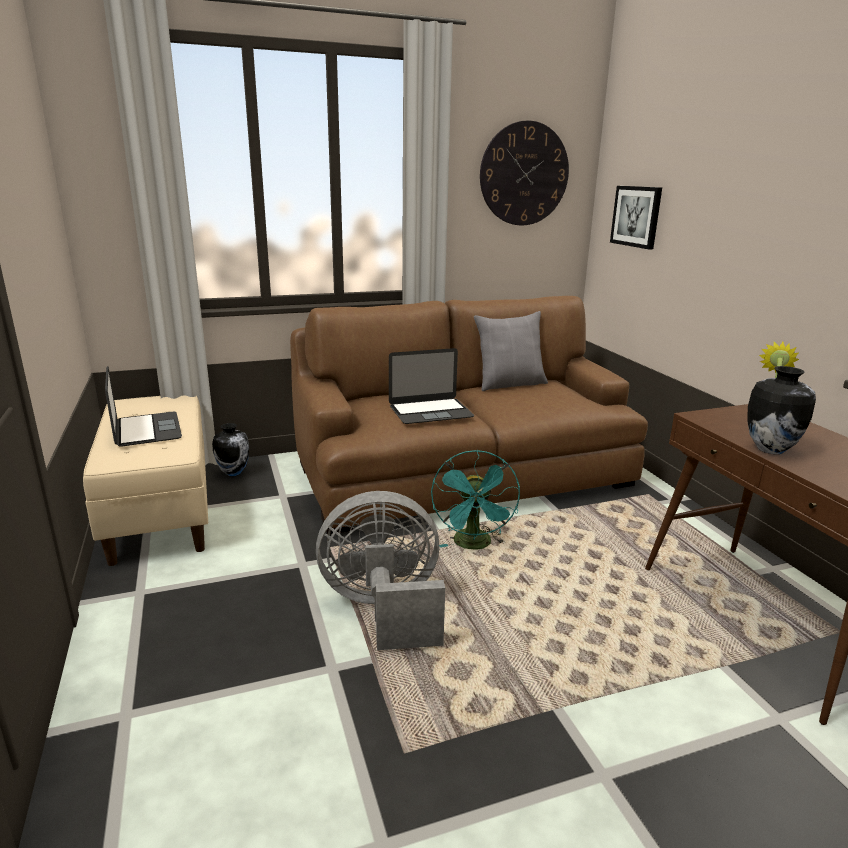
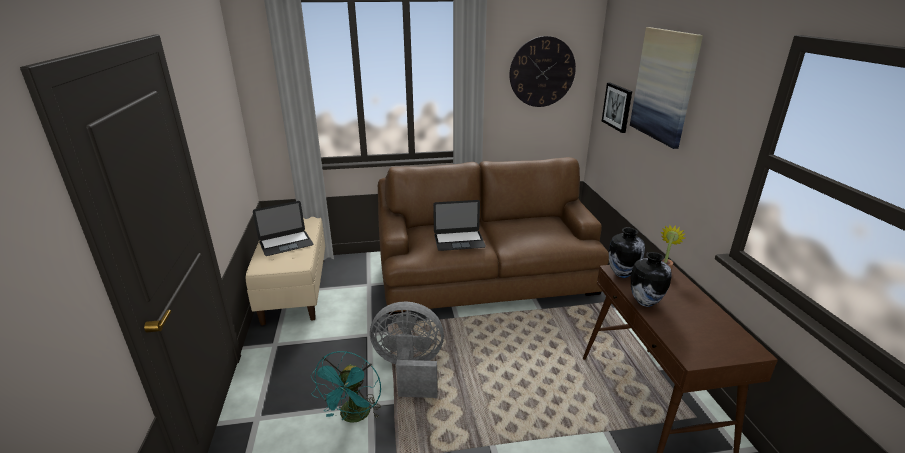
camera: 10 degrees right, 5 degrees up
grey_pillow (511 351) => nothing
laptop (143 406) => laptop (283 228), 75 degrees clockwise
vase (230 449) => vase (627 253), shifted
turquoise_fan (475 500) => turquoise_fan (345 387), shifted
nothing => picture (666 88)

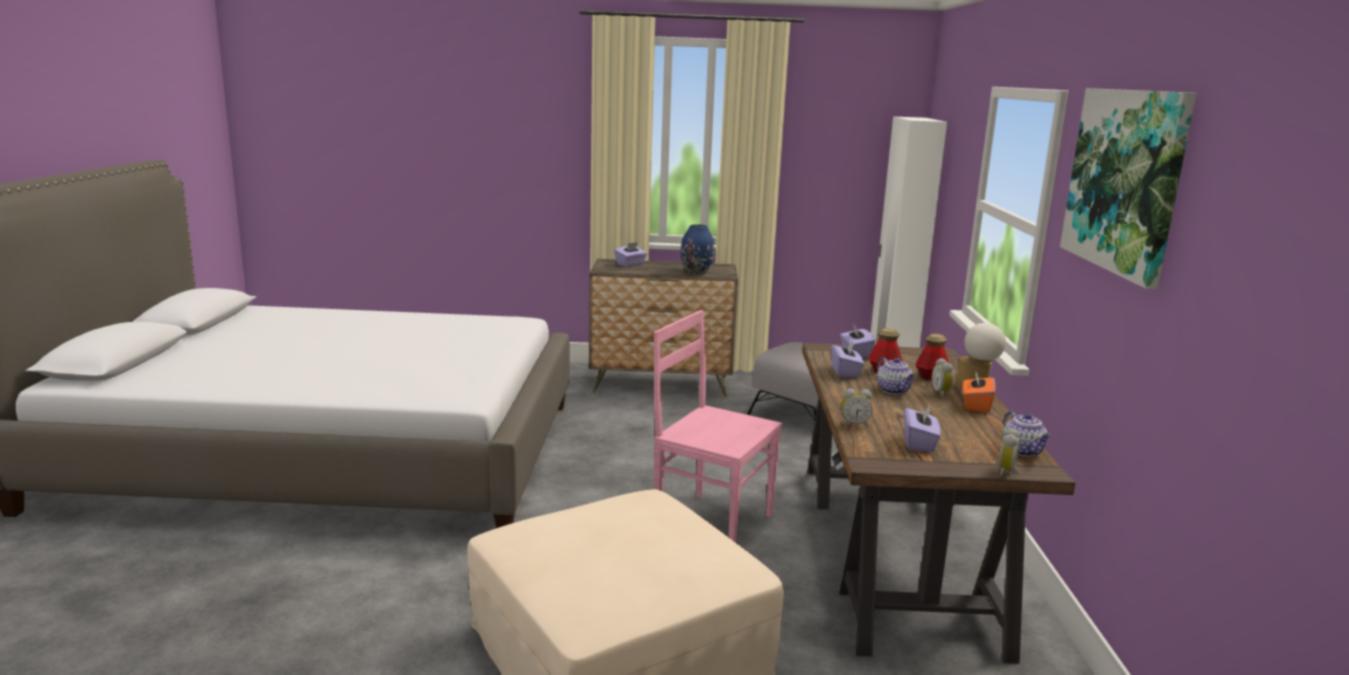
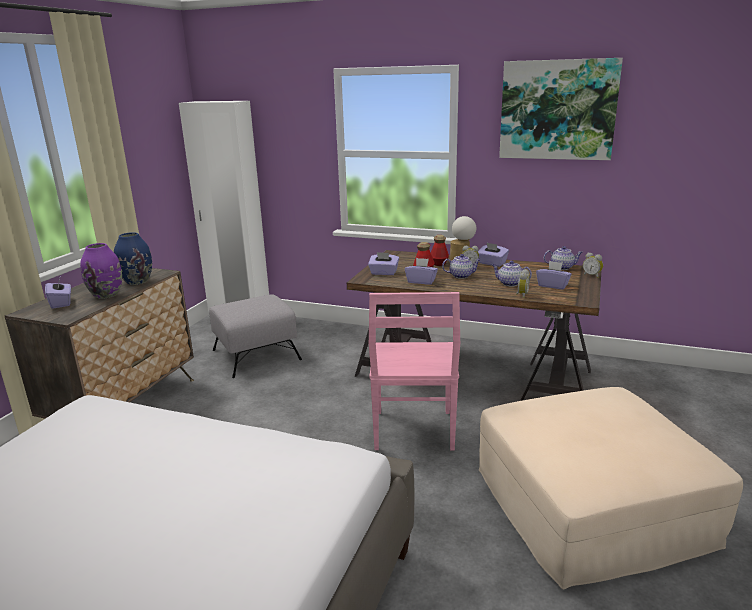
camera: 70 degrees left, 5 degrees up
pink_chair (718 426) => pink_chair (414 371), 45 degrees counterclockwise
orange_tissue_box (979 391) => purple_tissue_box (493 254)
nothing => purple_vase (101 271)
nothing => teapot (512 273)

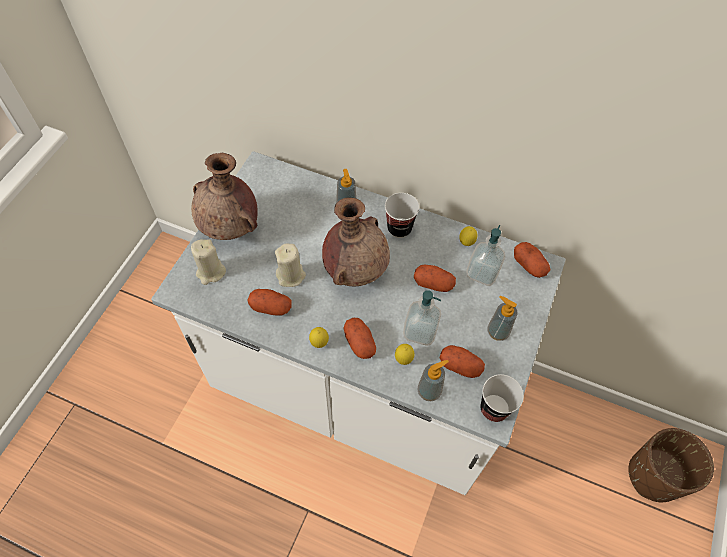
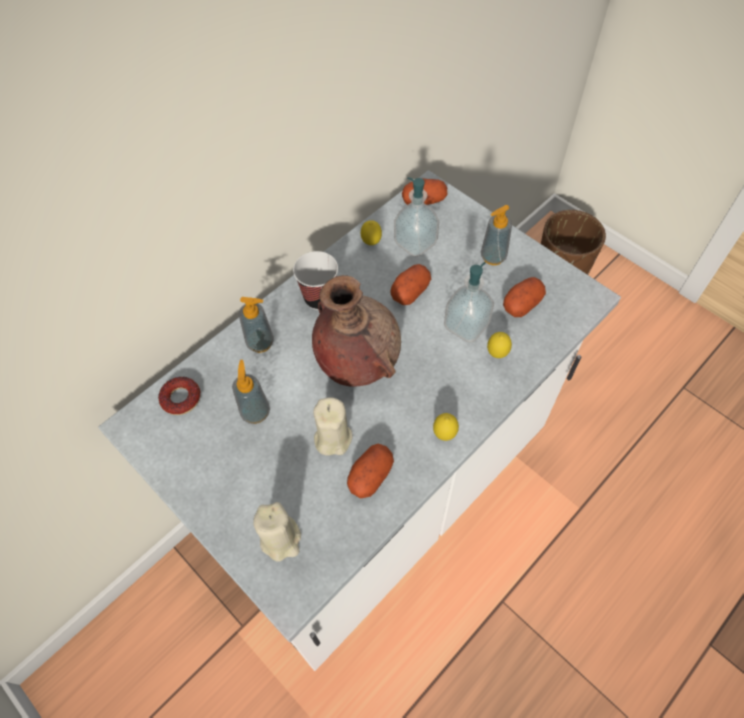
camera: 65 degrees left, 0 degrees up
brown_vase (224 196) => nothing
potato (359 338) => nothing
soap_dispenser (433 380) => soap_dispenser (251 392), shifted
cup (502 398) => nothing
nothing => donut (179 396)

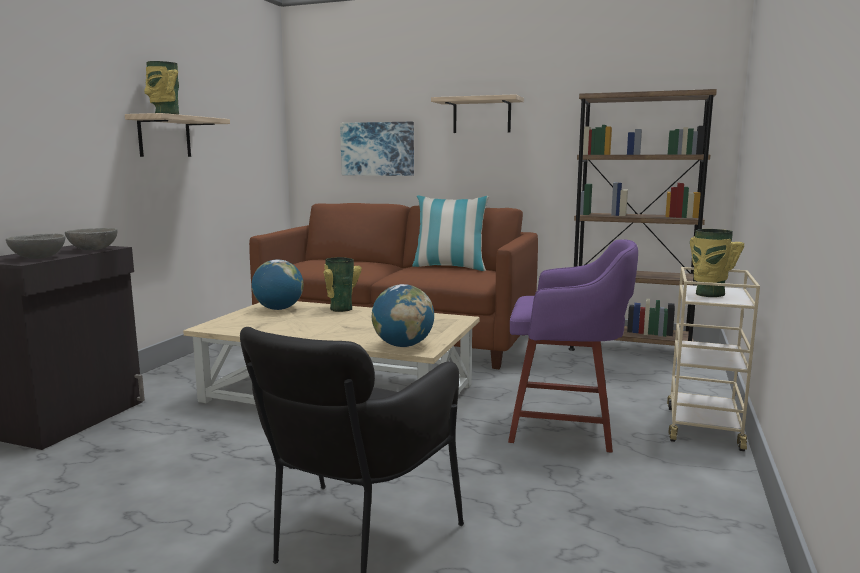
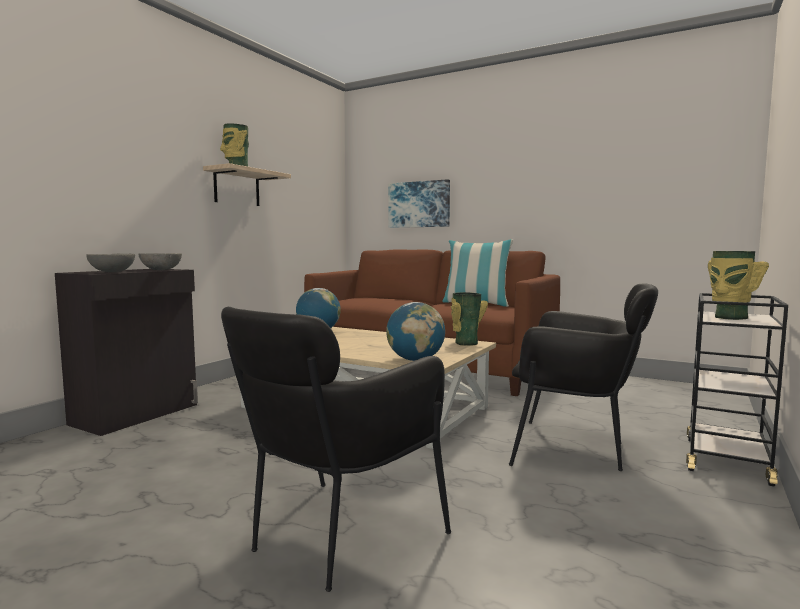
camera: 10 degrees right, 5 degrees down
brown_bookcase (642 220) => nothing
shelf (477 113) => nothing
purple_stool (573 346) => black_armchair (583 377)
vase (343 284) => vase (469 319), shifted
beige_cart (713 359) => black_cart (737 390)

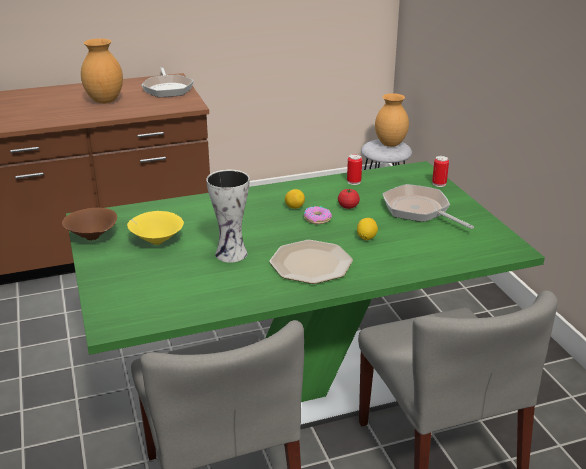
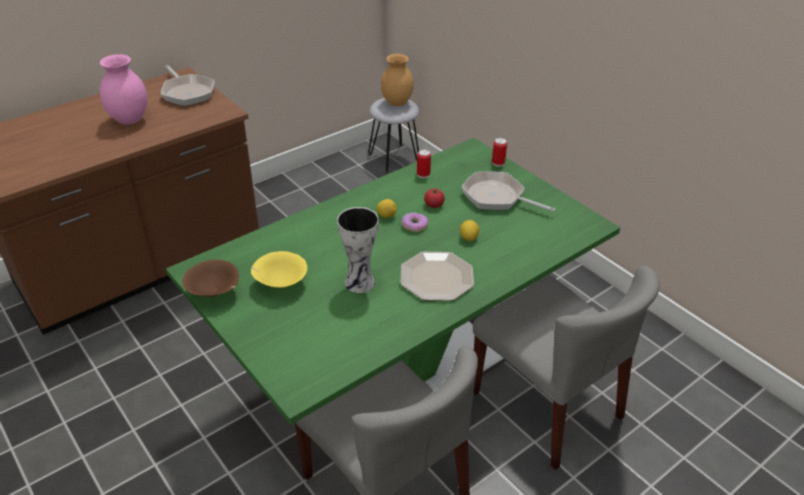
camera: 20 degrees left, 10 degrees up
brown_vase (102 71) => pink_vase (124 89)

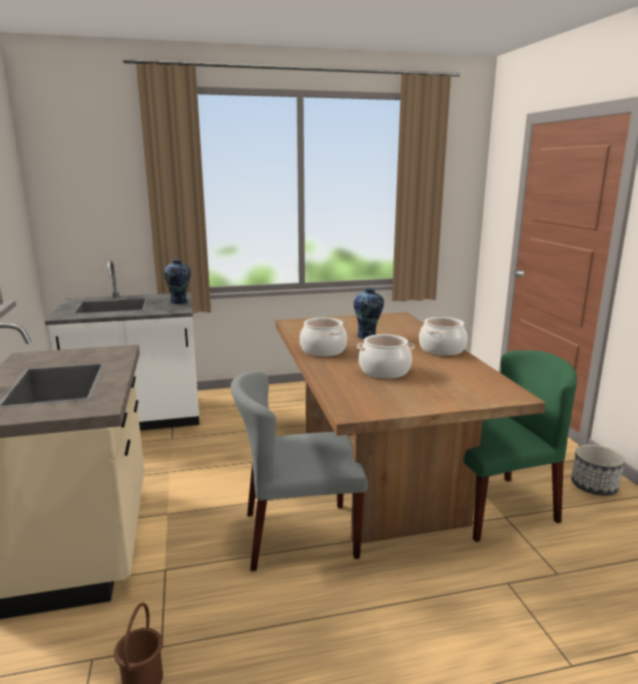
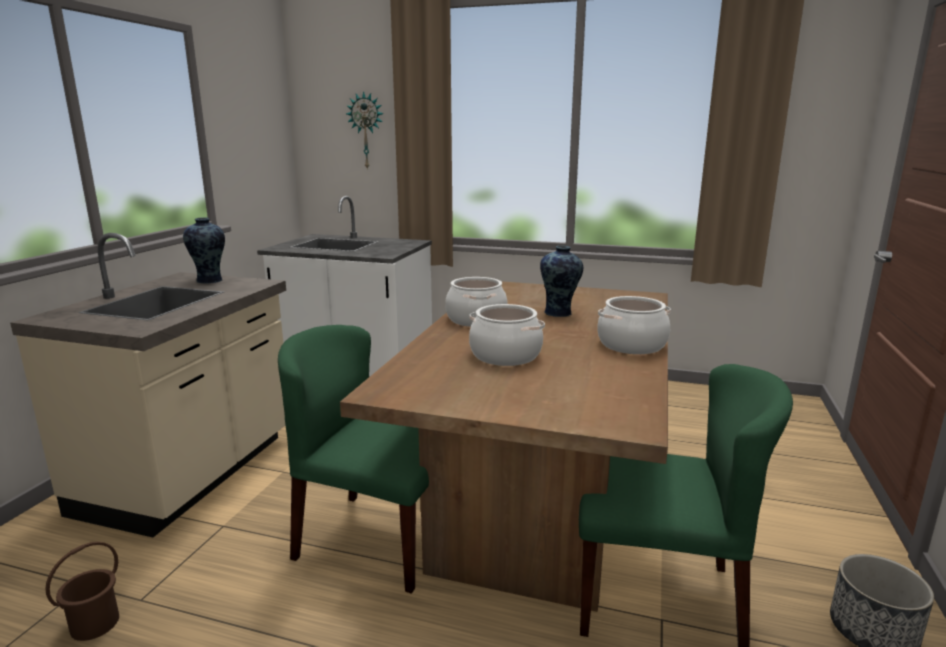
camera: 30 degrees right, 0 degrees up
vase (177 281) => vase (204 250), shifted
grey_chair (299 471) => green_chair (353 459)
nothing => wall_clock (365 130)

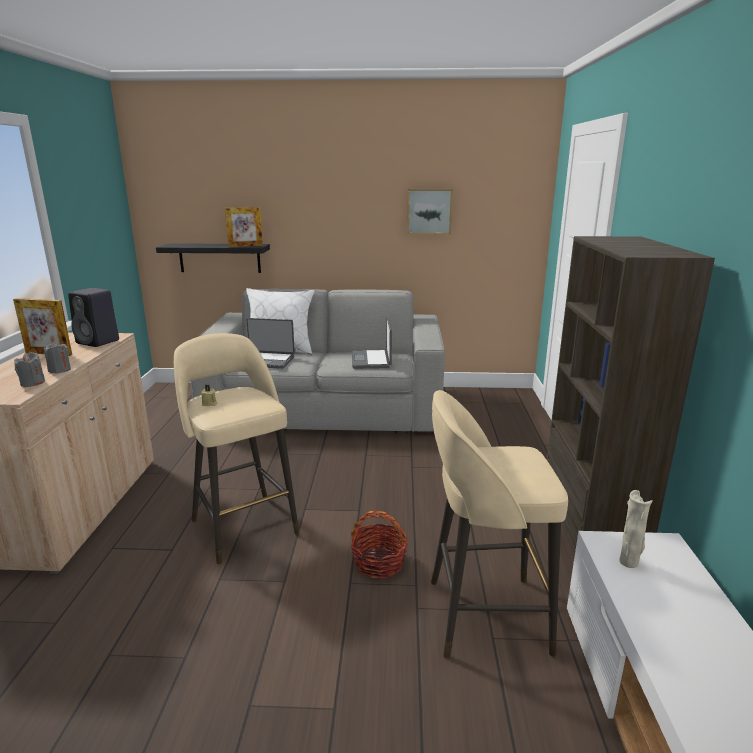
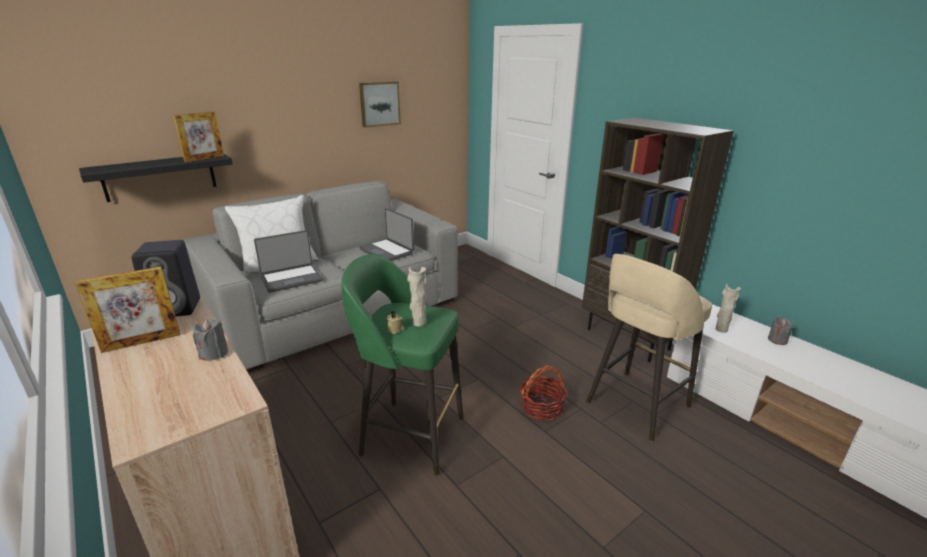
camera: 40 degrees left, 5 degrees up
beige_stool (237 448) => green_stool (403 364)
grey_candle (29 369) => grey_candle (781 330), shifted
nothing => beige_vase (416 297)

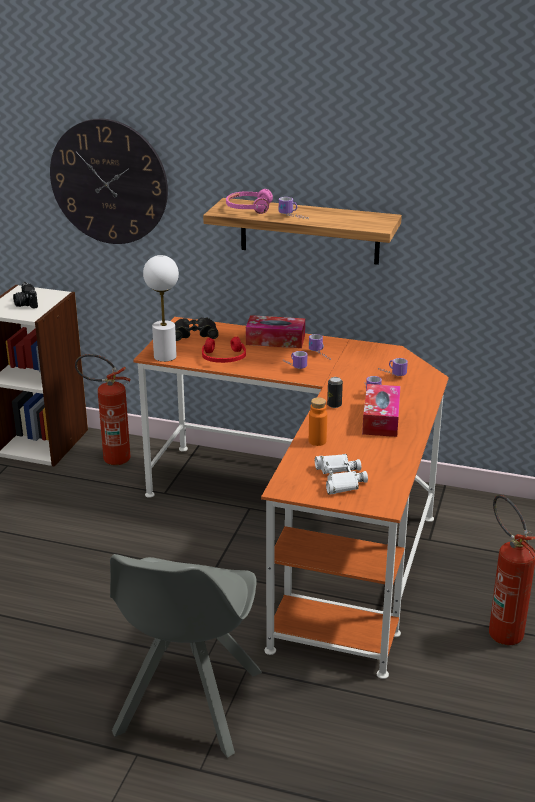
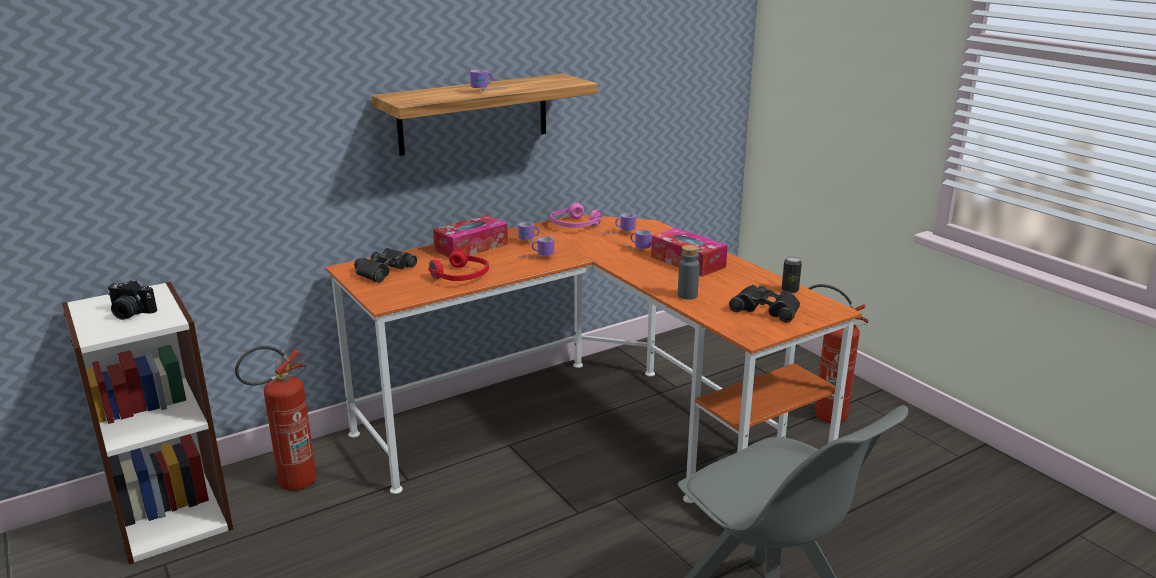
camera: 50 degrees left, 5 degrees down
wall_clock (109 181) => nothing
pink_headphones (249 201) => pink_headphones (576 215), shifted
white_table_lamp (161 308) => nothing
can (335 392) => can (791 275), shifted
orange_bottle (318 421) => grey_bottle (689 272)
white_binoculars (341 474) => black_binoculars (764 304)

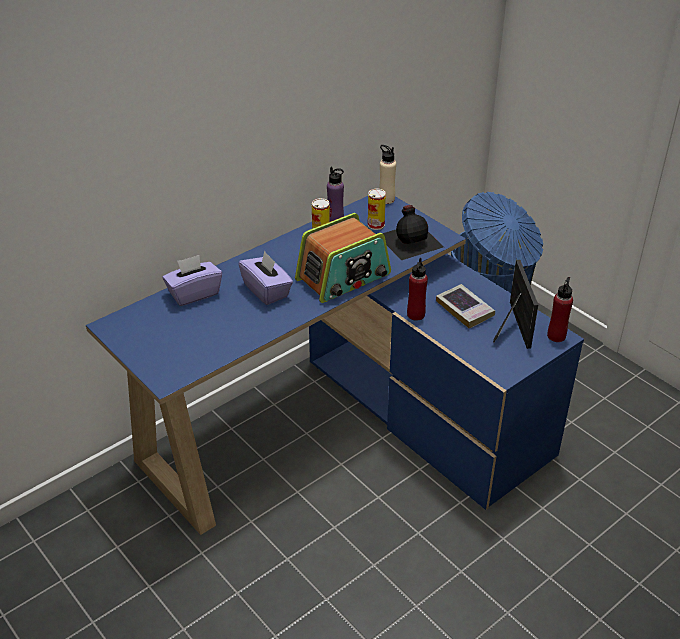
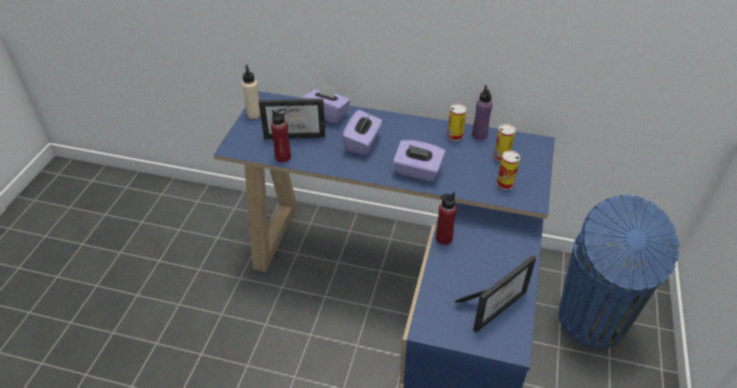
camera: 55 degrees right, 5 degrees up
beige_bottle (387 174) => beige_bottle (251 92), shifted
black_bottle (413 232) => can (508 170)
radio (343 258) => purple_tissue_box (419 161)
red_bottle (560 309) => red_bottle (281 135), shifted
book (465 306) => nothing
nothing => picture_frame (292 118)

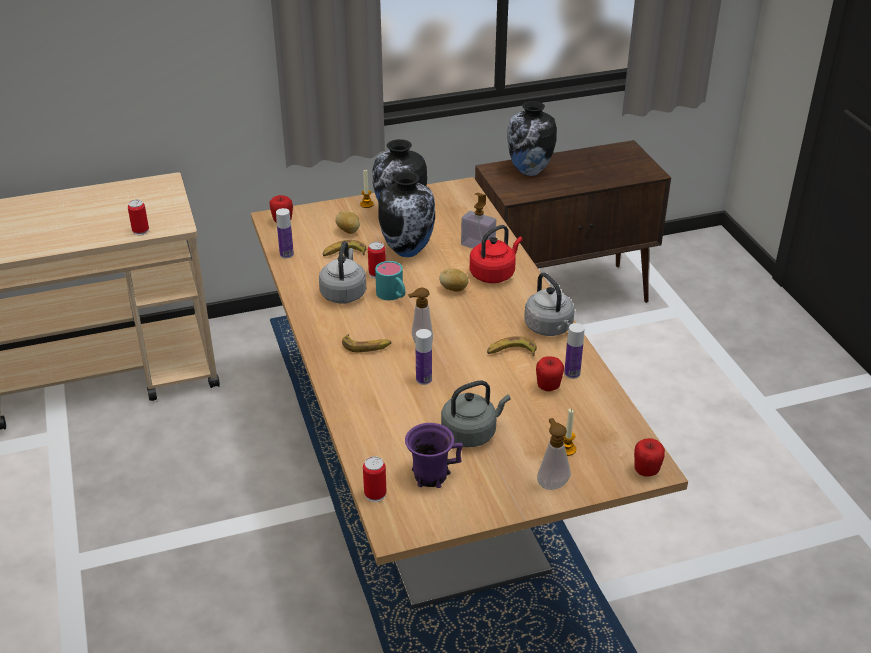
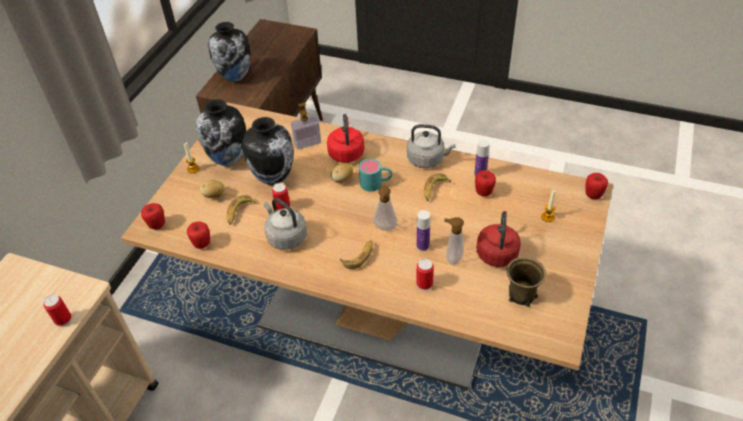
camera: 50 degrees left, 10 degrees up
bottle (285 233) => apple (198 235)
turquoise_mug (390 280) => turquoise_mug (375 175), shifted
grey_kettle (475 413) => red_kettle (498 239)
soap_dispenser (554 454) => soap_dispenser (454 241), shifted
purple_mug (434 455) => brown_mug (526 282)
can (374 479) => can (425 275), shifted

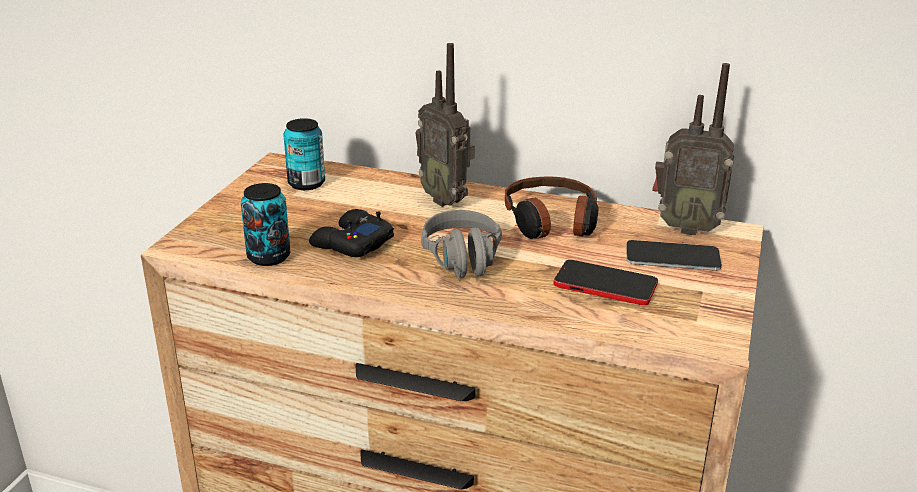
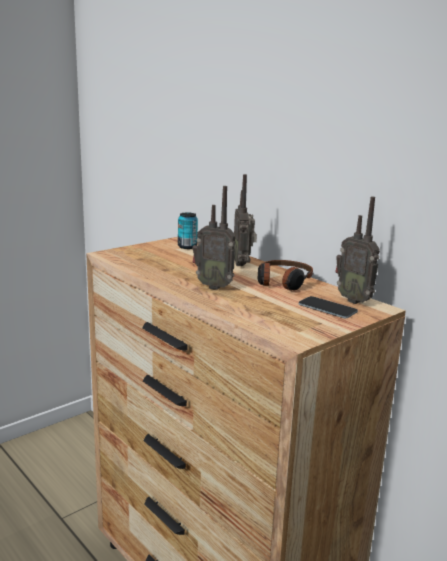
camera: 30 degrees right, 10 degrees down
can (265 224) => nothing
black_game_controller (351 233) => nothing
grey_headphones (461 246) => radio (214 238)
phone (606 282) => nothing

